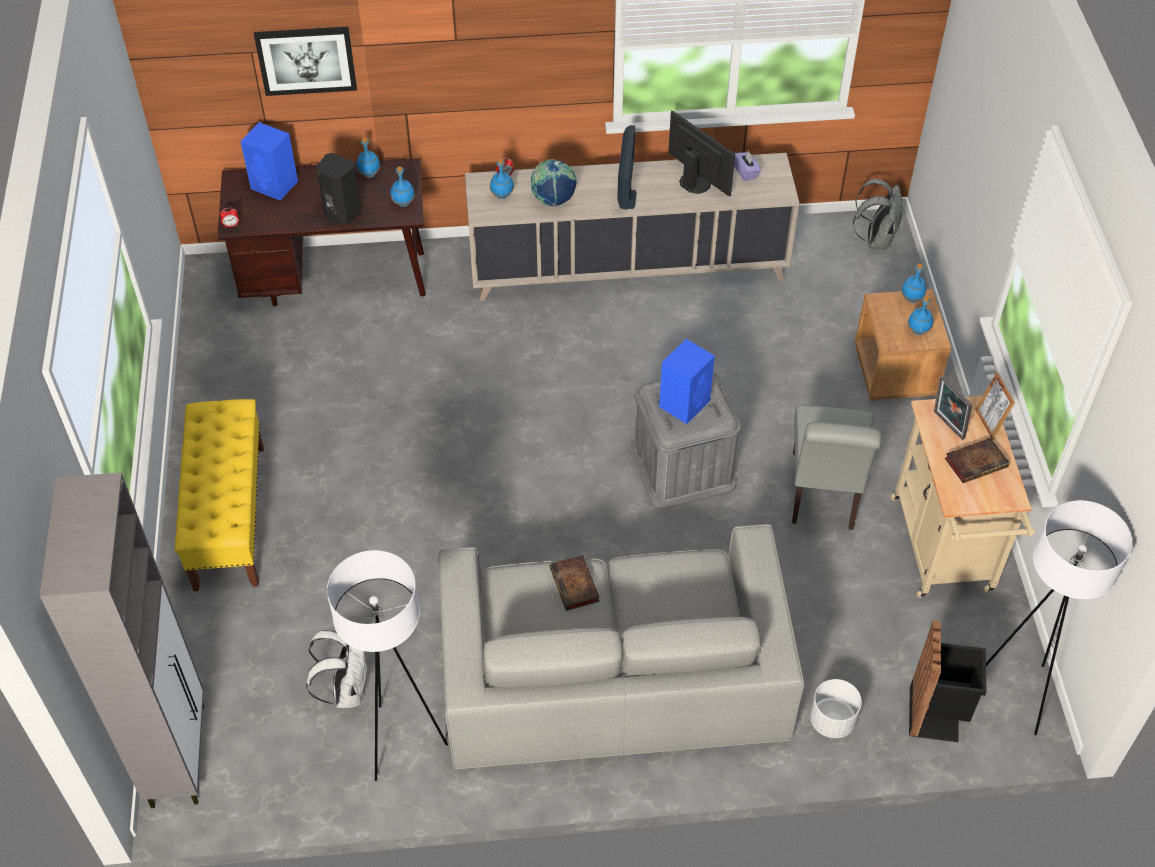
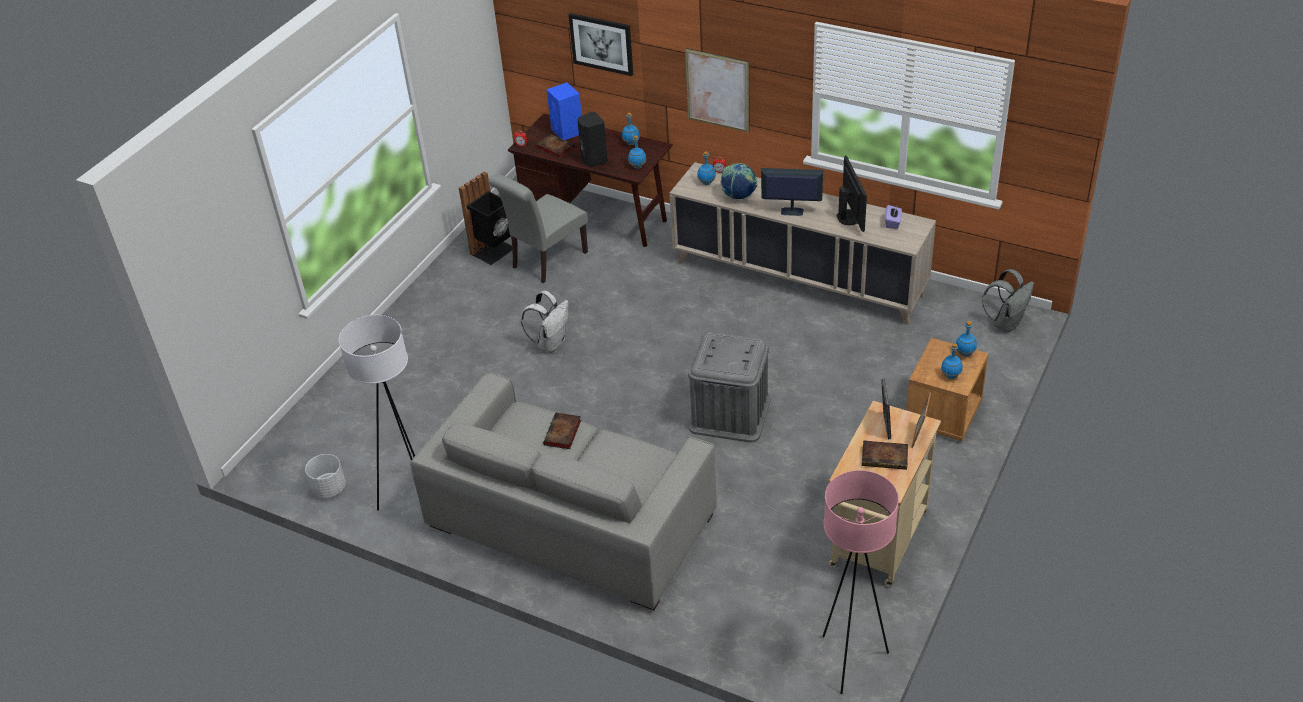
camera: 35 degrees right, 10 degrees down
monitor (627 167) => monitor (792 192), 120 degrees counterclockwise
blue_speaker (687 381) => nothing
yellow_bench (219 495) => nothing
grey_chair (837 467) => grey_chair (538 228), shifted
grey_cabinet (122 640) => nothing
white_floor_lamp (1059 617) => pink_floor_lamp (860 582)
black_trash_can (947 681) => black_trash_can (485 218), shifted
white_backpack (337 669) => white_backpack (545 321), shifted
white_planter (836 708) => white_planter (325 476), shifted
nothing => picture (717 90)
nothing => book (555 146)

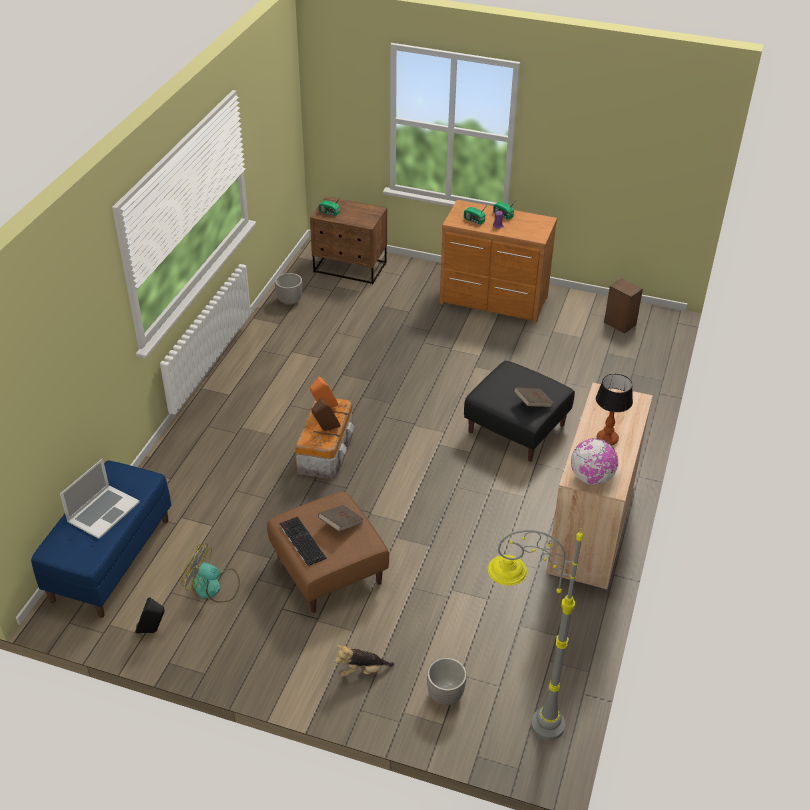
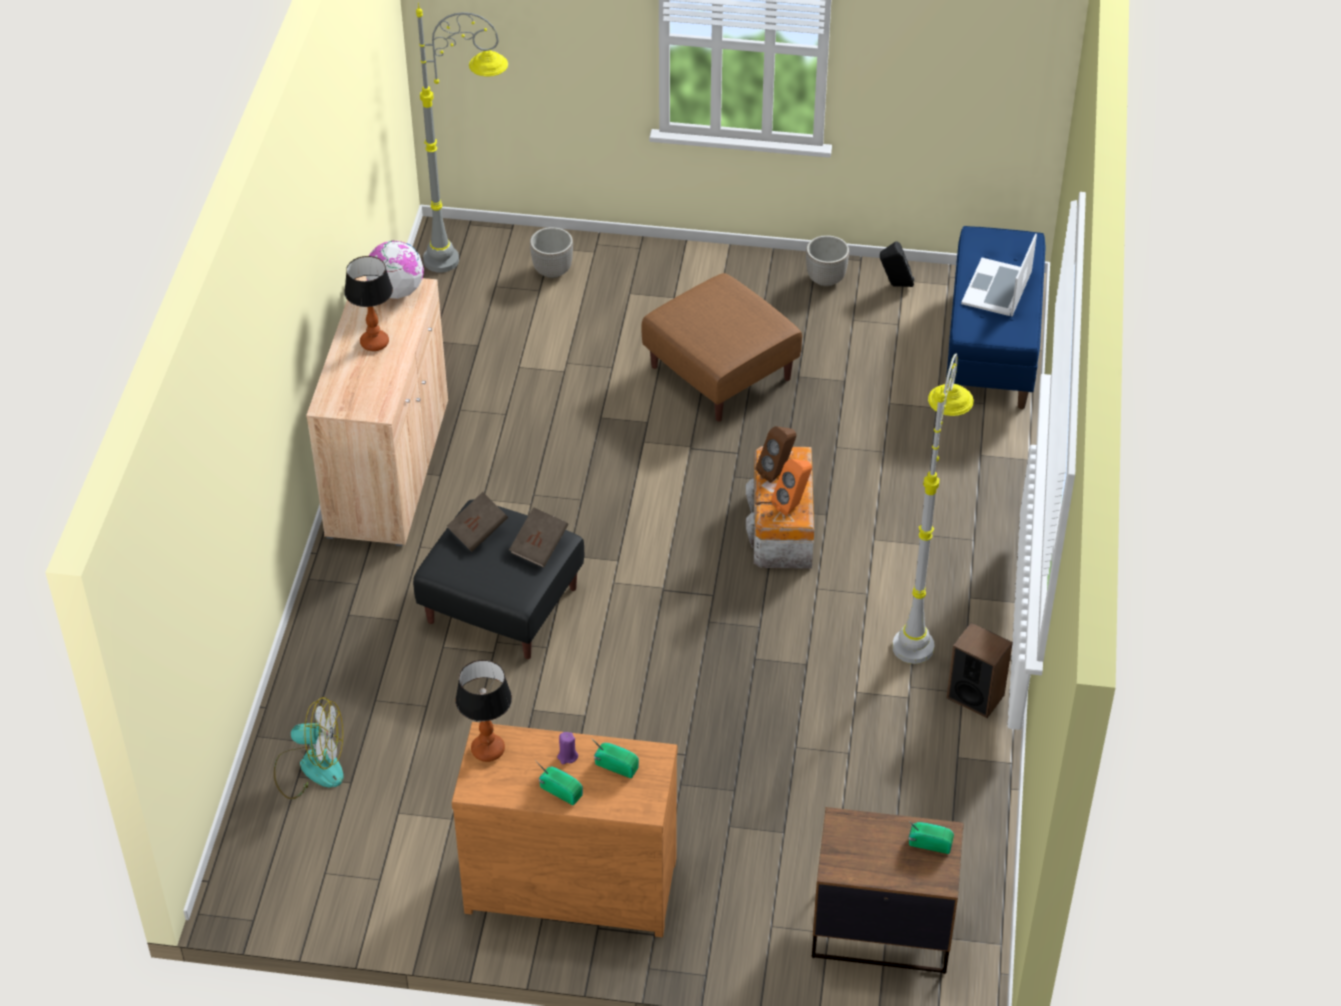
camera: 170 degrees right, 5 degrees up
planter (288 289) => planter (827 261), shifted
speaker (623 306) => speaker (979 670), shifted
brown_book (341 518) => brown_book (538 537), shifted
keyboard (303 541) => nothing
fan (210 573) => fan (309 748), shifted
plush_toy (364 661) => nothing
nothing => grey_floor_lamp (933 509)
nothing => table_lamp (483 711)

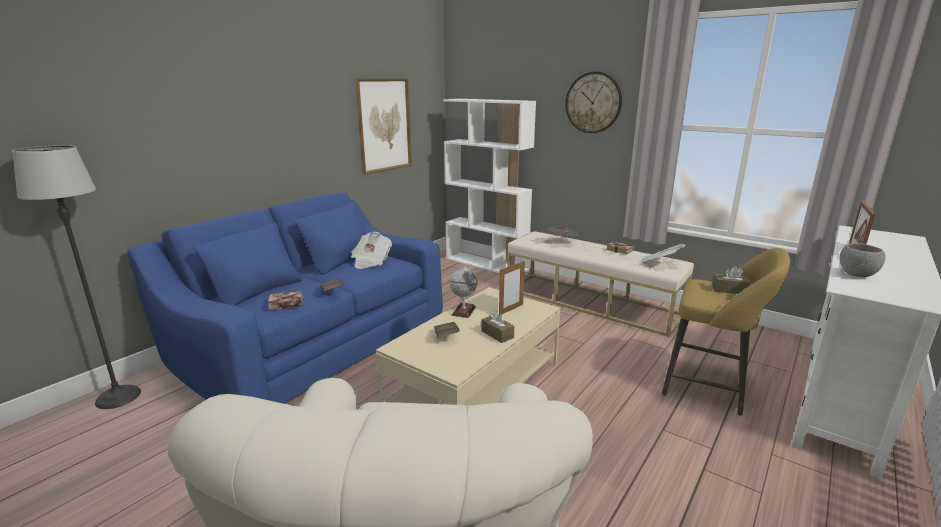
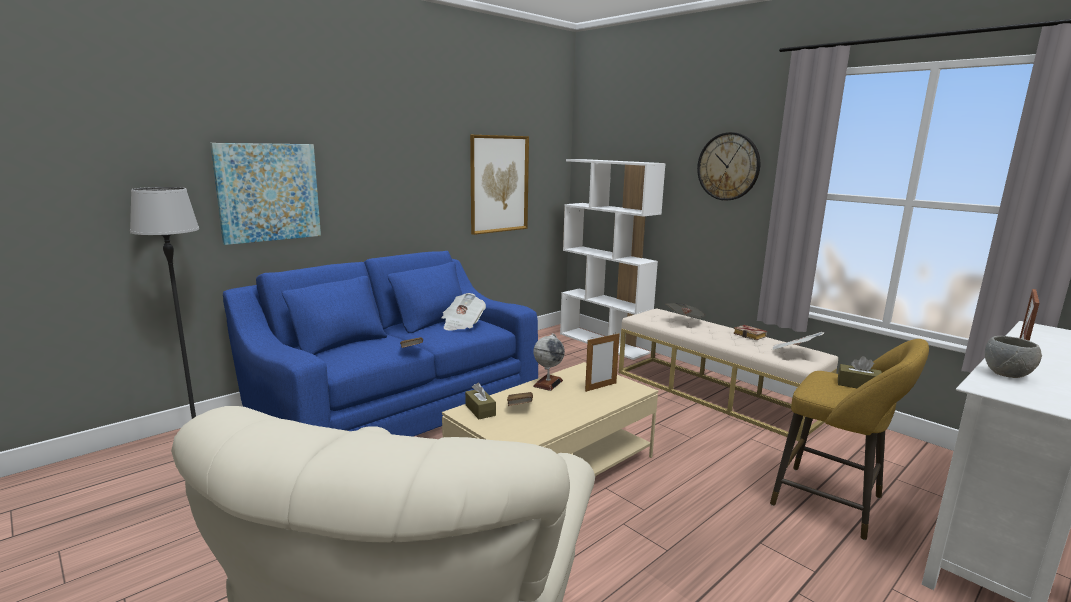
camera: 10 degrees right, 5 degrees down
book (285 300) => nothing
brown_tissue_box (497 327) => brown_tissue_box (480 401), shifted
nothing => picture (265 194)

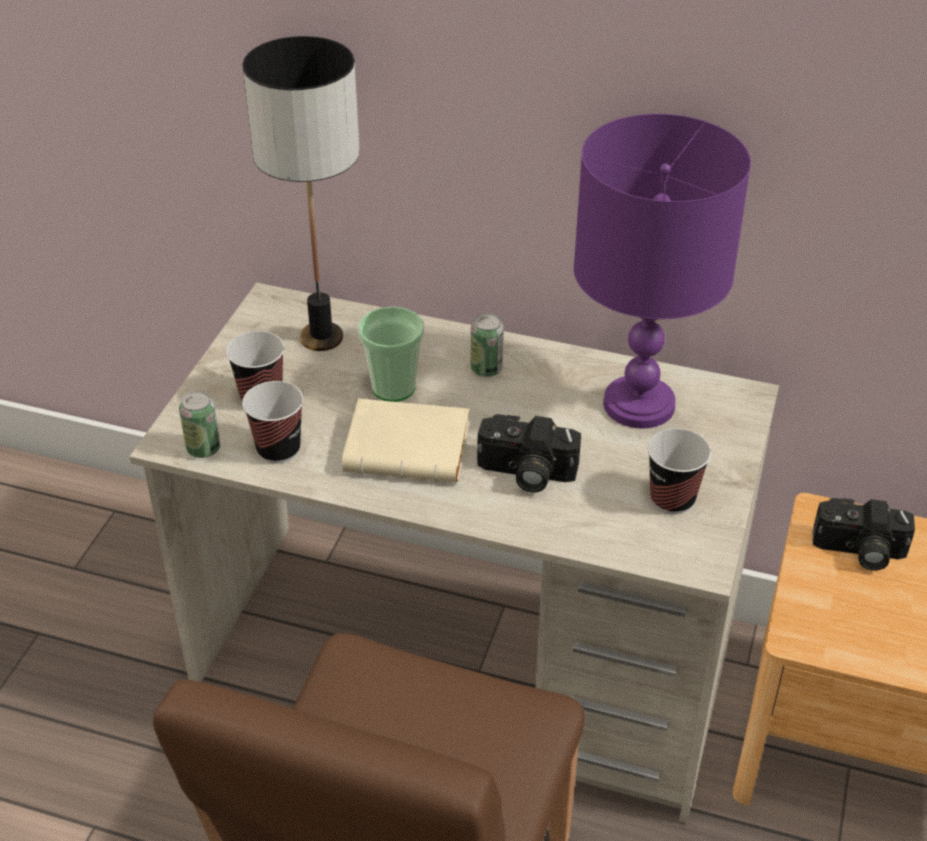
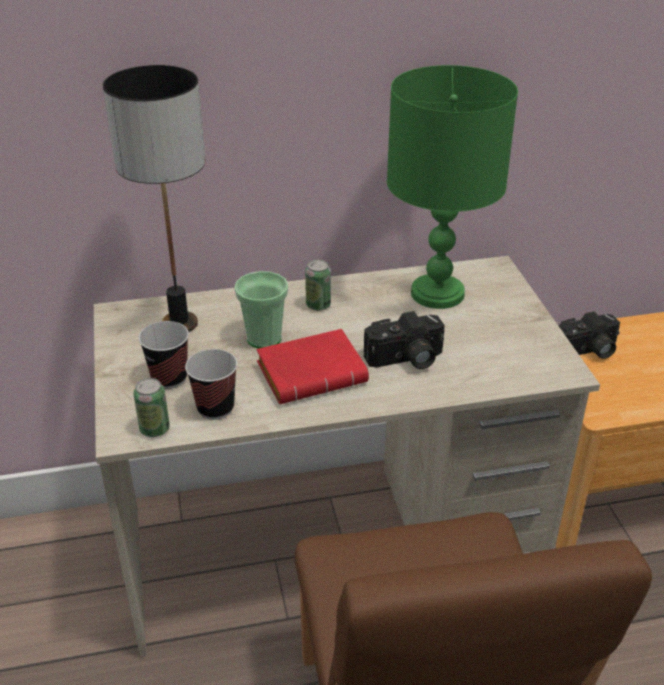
camera: 30 degrees left, 5 degrees down
purple_table_lamp (662 271) => green_table_lamp (452 187)
beige_book (405 440) => red_book (312 366)
cup (679 471) => nothing

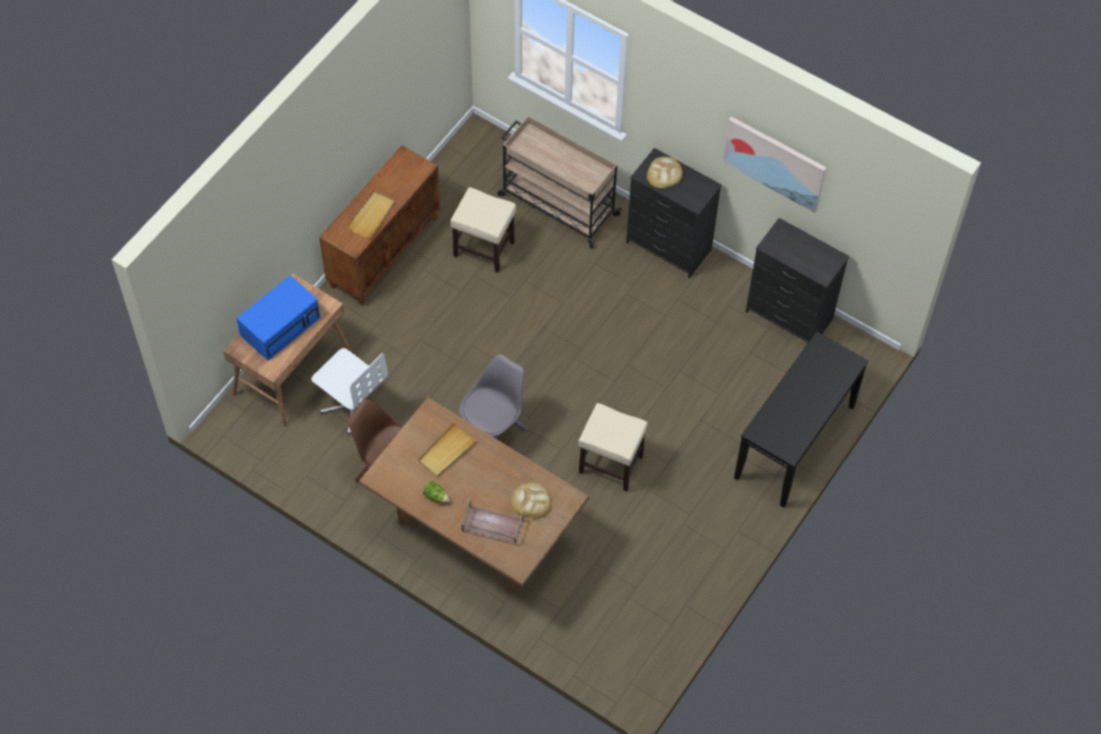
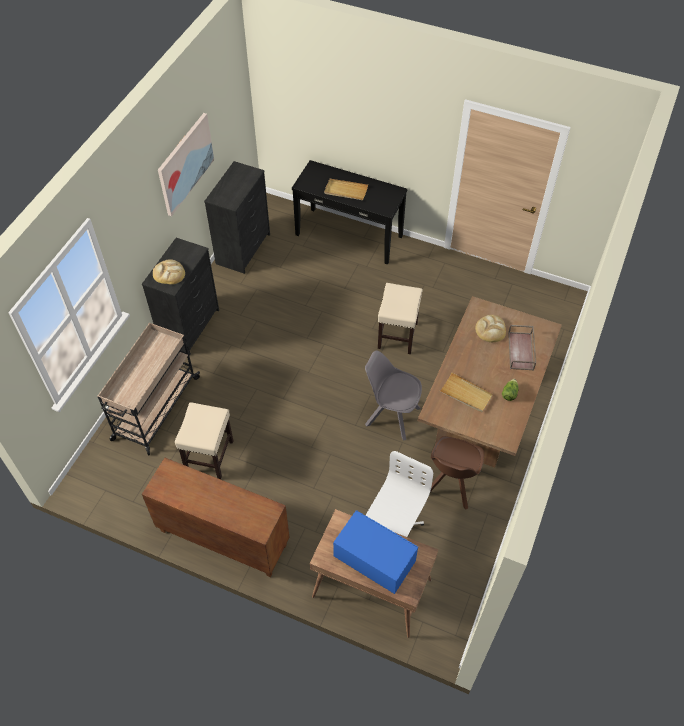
camera: 100 degrees left, 5 degrees down
beige_tray (371 214) => beige_tray (346 189), shifted

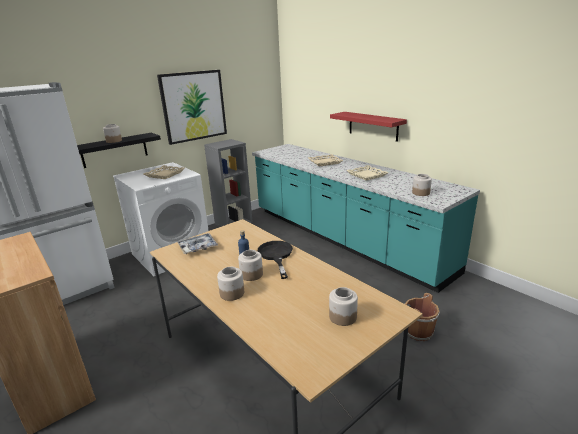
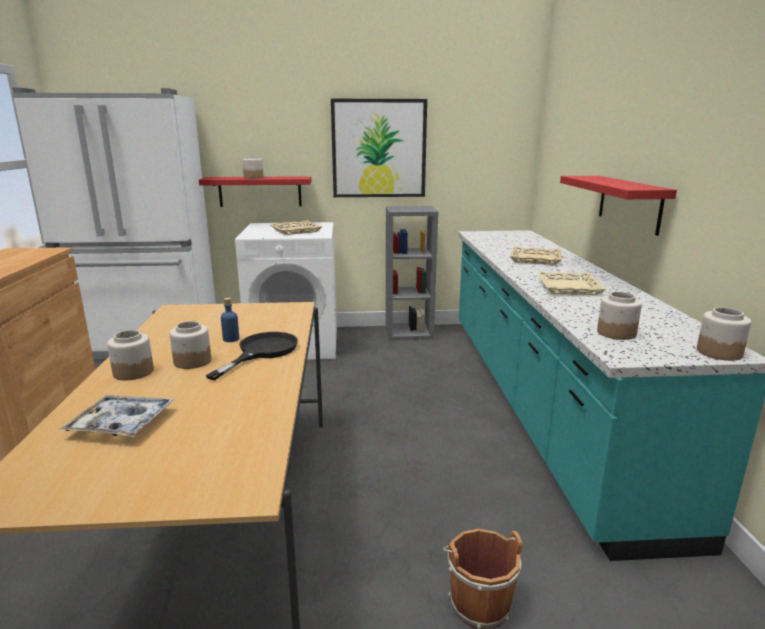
camera: 35 degrees right, 5 degrees down
black_shelf (119 150) => red_shelf (255 191)
tray (197 243) => tray (116 416), shifted
jar (343 306) => jar (724 334), shifted

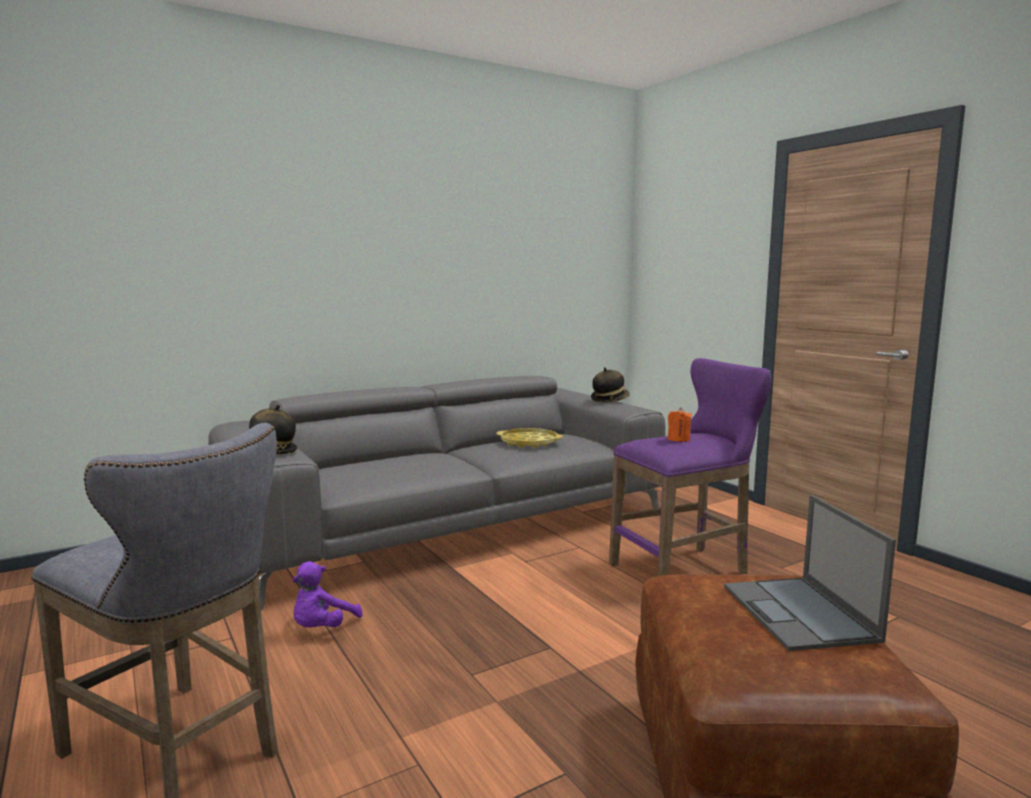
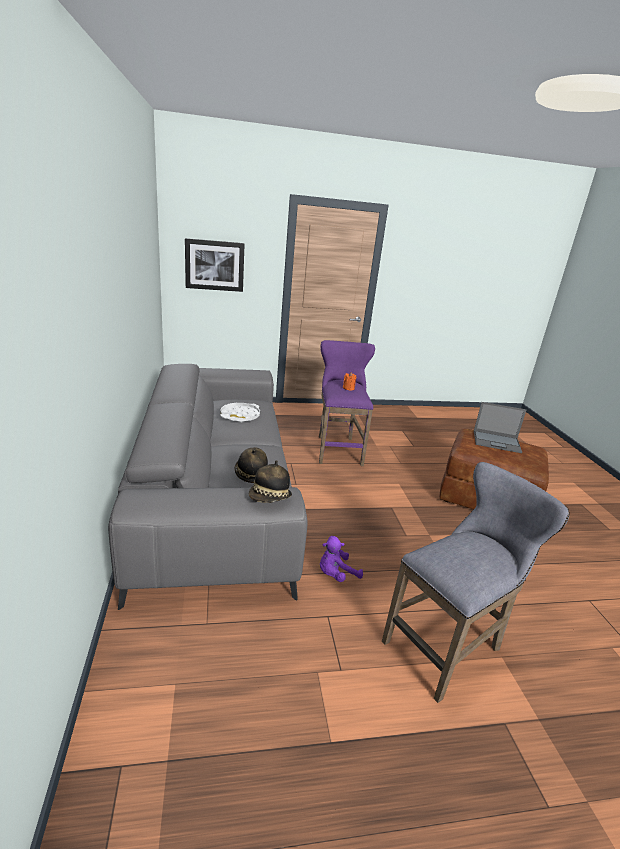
camera: 70 degrees left, 15 degrees up
hat (610 385) => hat (251 465), shifted
yellow_tray (529 438) => white_tray (240 413)
purple_plush_toy (327 594) => purple_plush_toy (341 559), 105 degrees clockwise
nothing => picture (215 265)

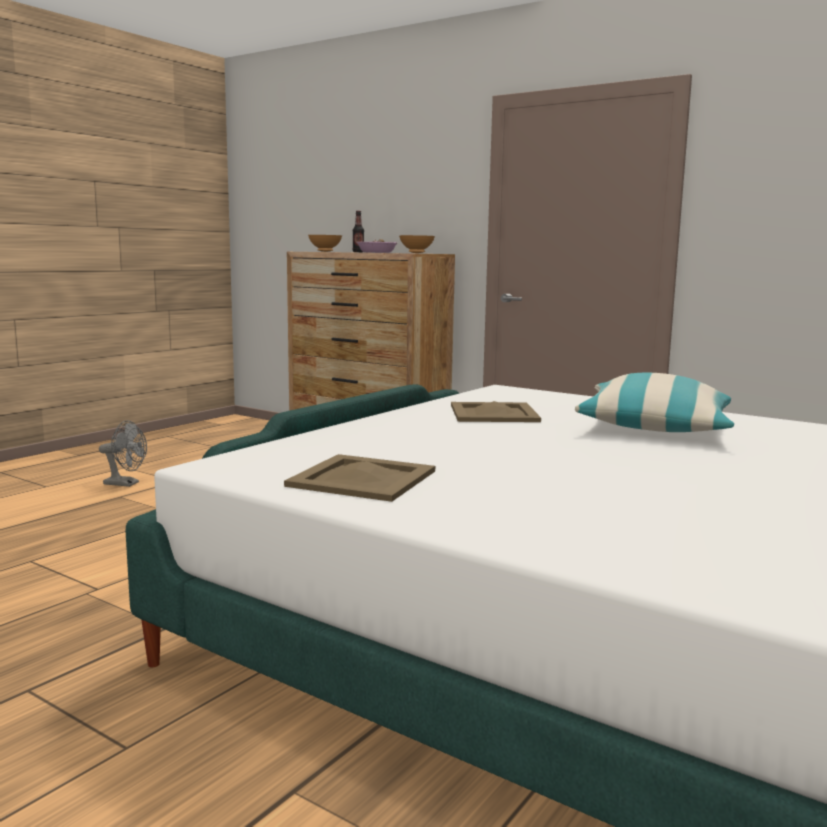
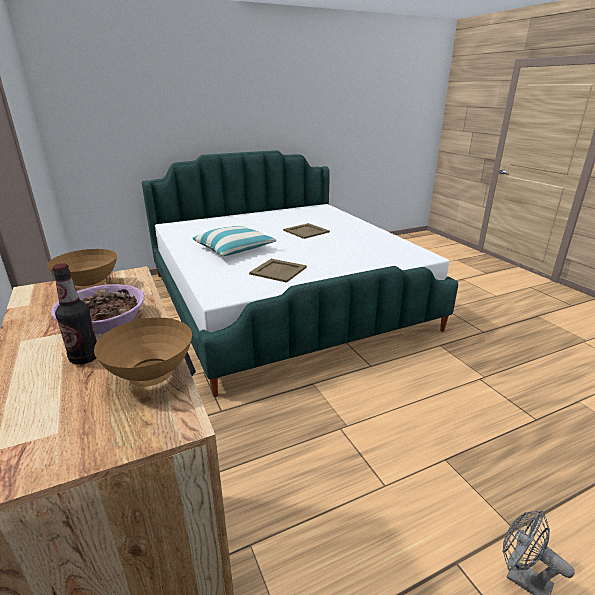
camera: 150 degrees left, 15 degrees up
beige_tray (359 478) => beige_tray (306 231), shifted

